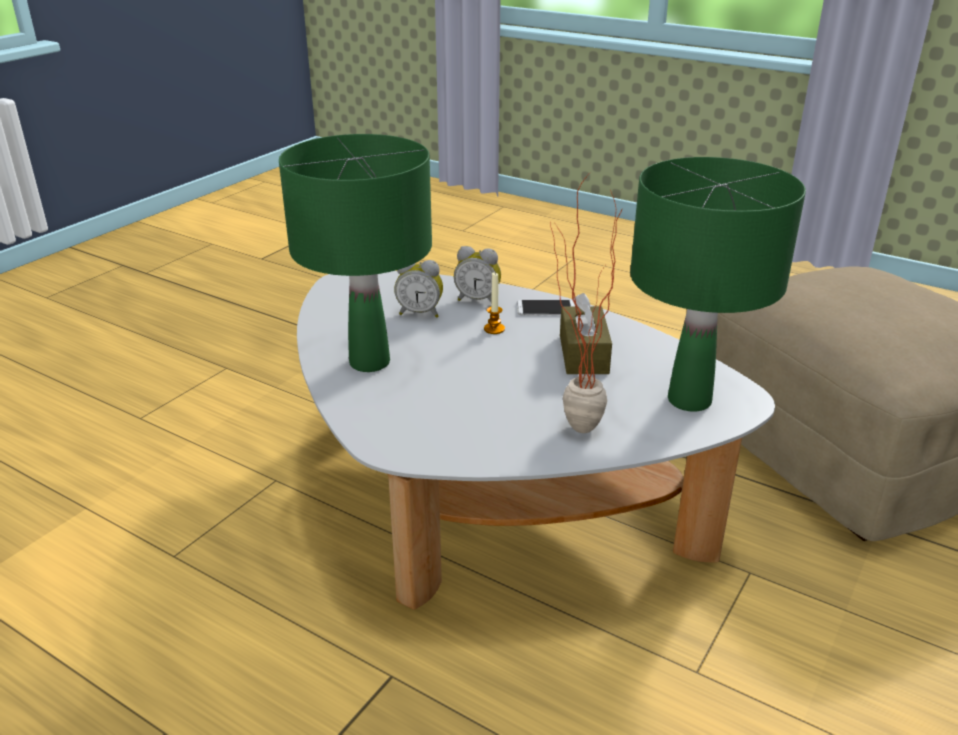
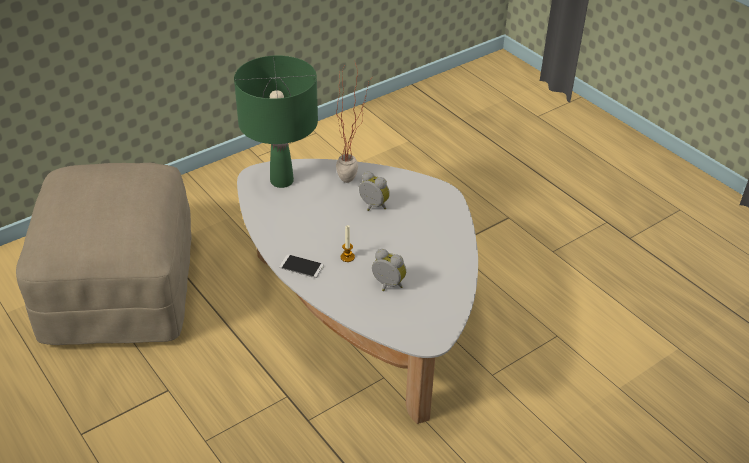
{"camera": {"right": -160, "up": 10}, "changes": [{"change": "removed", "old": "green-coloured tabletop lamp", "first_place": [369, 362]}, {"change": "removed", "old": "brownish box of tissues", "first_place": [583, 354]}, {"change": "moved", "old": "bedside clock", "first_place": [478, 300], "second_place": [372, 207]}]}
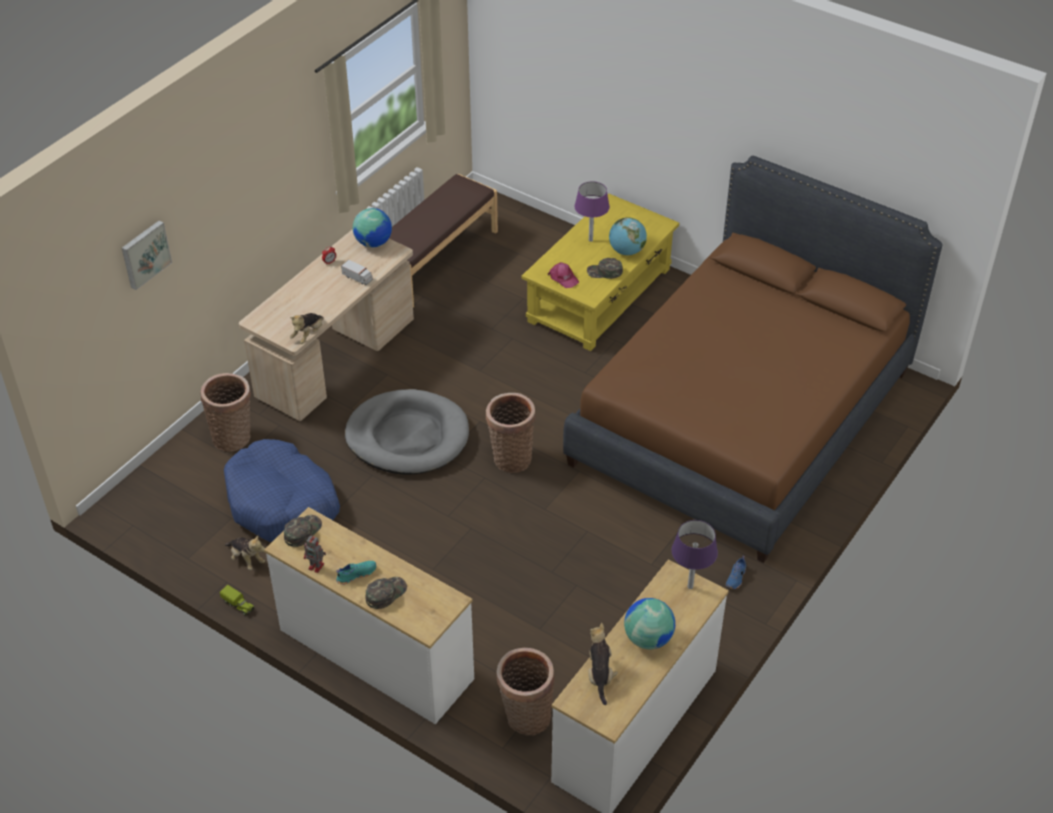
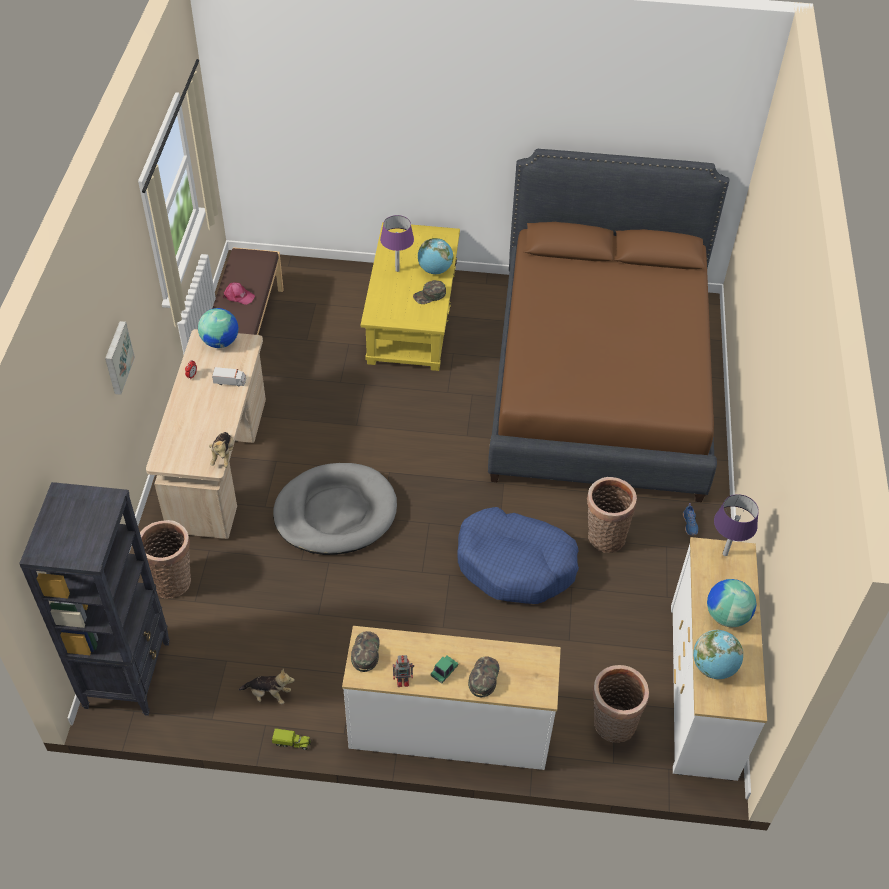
{"camera": {"right": -30, "up": 5}, "changes": [{"change": "added", "new": "black bookshelf", "second_place": [128, 673]}, {"change": "moved", "old": "wall picture", "first_place": [145, 254], "second_place": [117, 357]}, {"change": "moved", "old": "blue dog bed", "first_place": [282, 503], "second_place": [515, 564]}, {"change": "moved", "old": "household basket", "first_place": [510, 457], "second_place": [604, 536]}, {"change": "moved", "old": "pinkish cap", "first_place": [563, 278], "second_place": [238, 296]}, {"change": "replaced", "old": "turquoise item of footwear", "new": "miniature car", "first_place": [356, 574], "second_place": [444, 671]}, {"change": "replaced", "old": "cuddly toy", "new": "desk globe", "first_place": [600, 675], "second_place": [713, 667]}]}
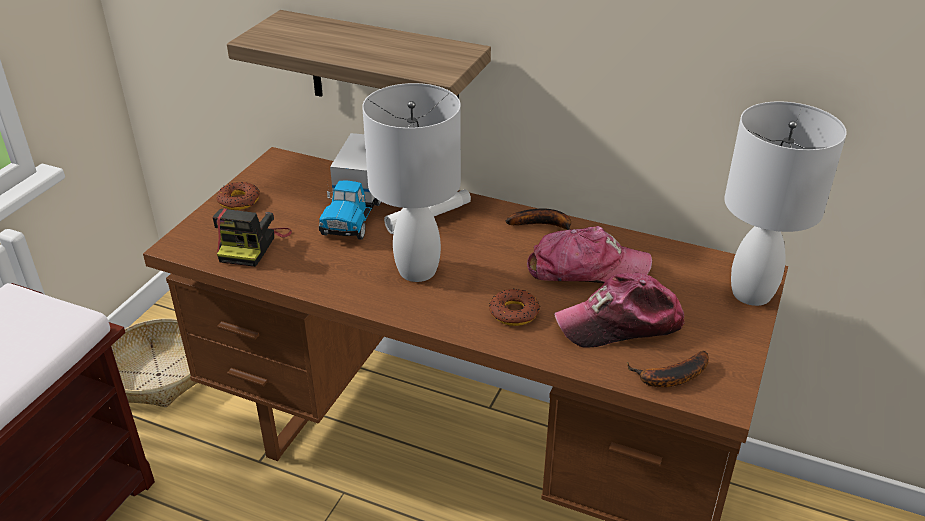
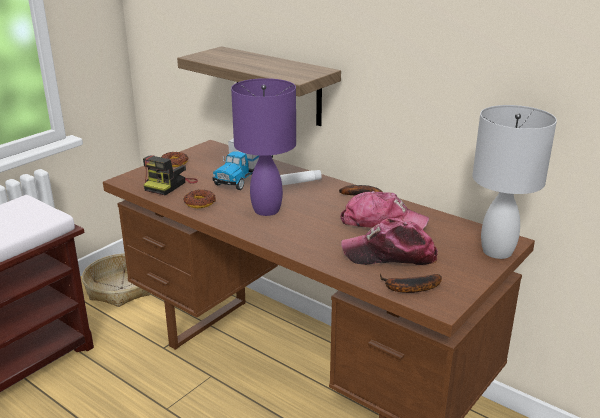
{"camera": {"right": 15, "up": -10}, "changes": [{"change": "moved", "old": "doughnut", "first_place": [514, 312], "second_place": [200, 203]}, {"change": "recoloured", "old": "white tabletop lamp", "new": "purple tabletop lamp", "first_place": [417, 270], "second_place": [266, 209]}]}
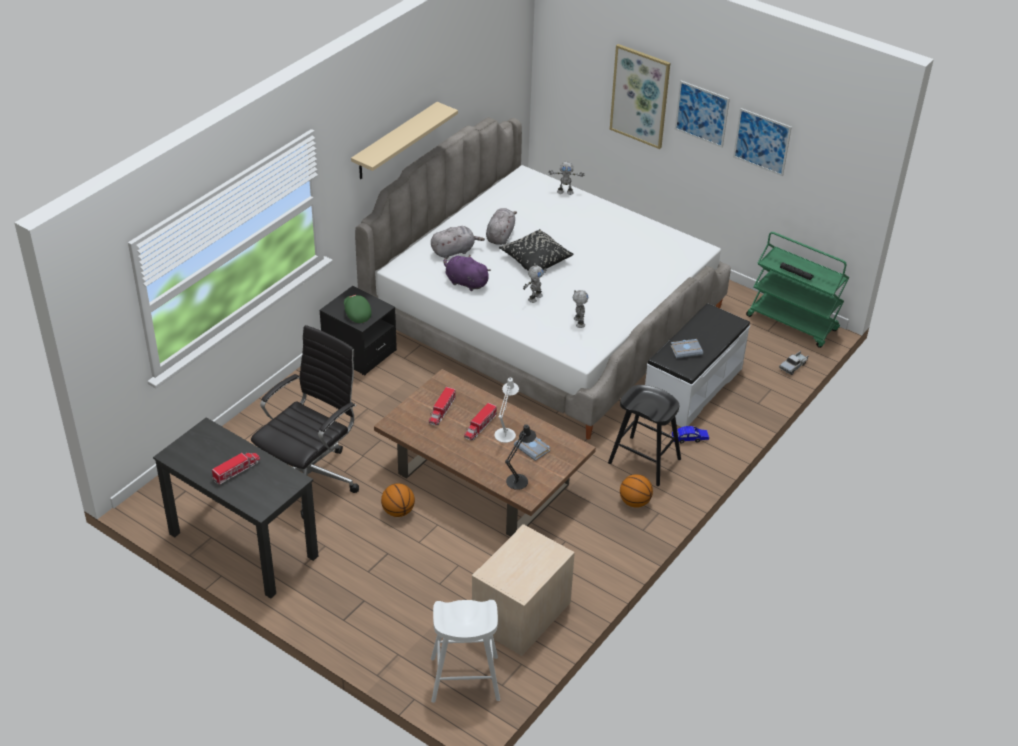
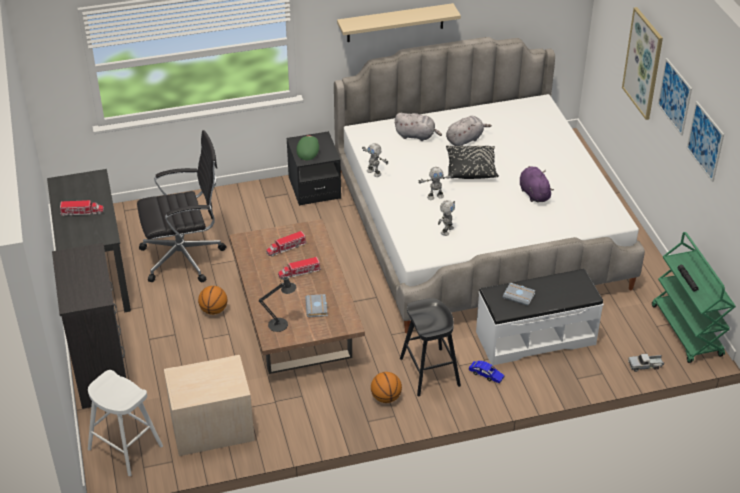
{"camera": {"right": 40, "up": 0}, "changes": [{"change": "removed", "old": "white tabletop lamp", "first_place": [506, 433]}, {"change": "added", "new": "black dresser", "second_place": [102, 371]}, {"change": "moved", "old": "purple cuddly toy", "first_place": [465, 282], "second_place": [533, 193]}, {"change": "moved", "old": "model robot", "first_place": [565, 192], "second_place": [374, 172]}]}
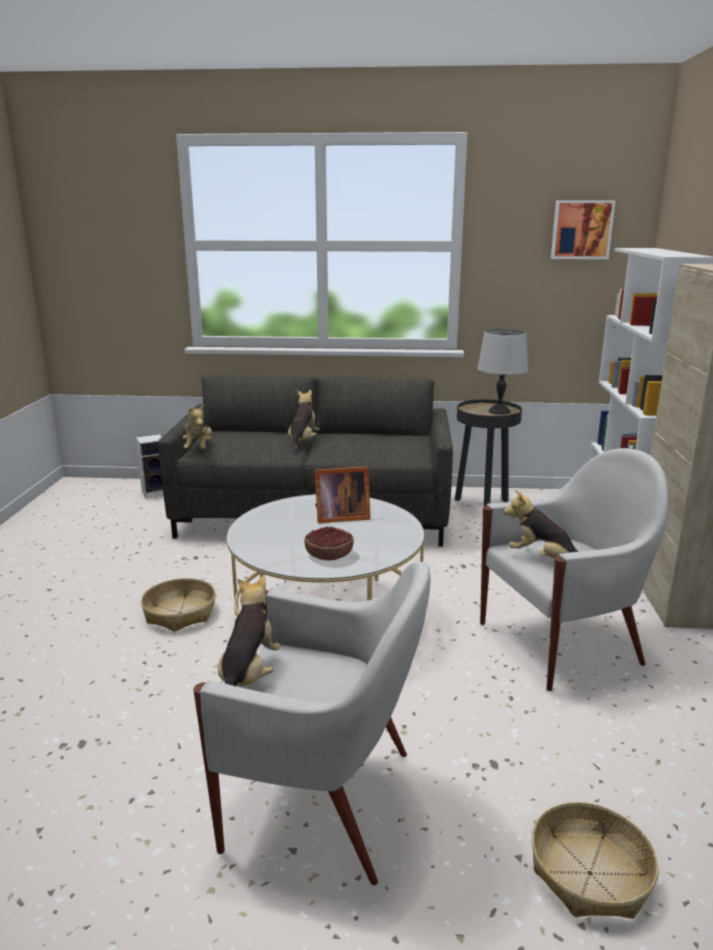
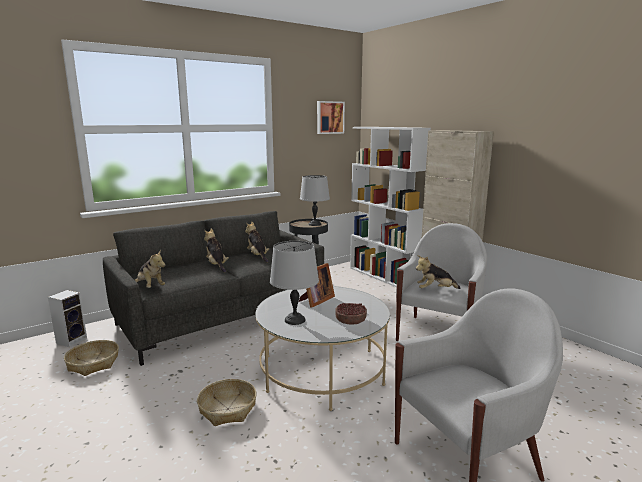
{"camera": {"right": -40, "up": -5}, "changes": [{"change": "added", "new": "greyish tabletop lamp", "second_place": [294, 320]}, {"change": "moved", "old": "cuddly toy", "first_place": [248, 677], "second_place": [257, 256]}, {"change": "moved", "old": "household basket", "first_place": [589, 874], "second_place": [93, 363]}]}
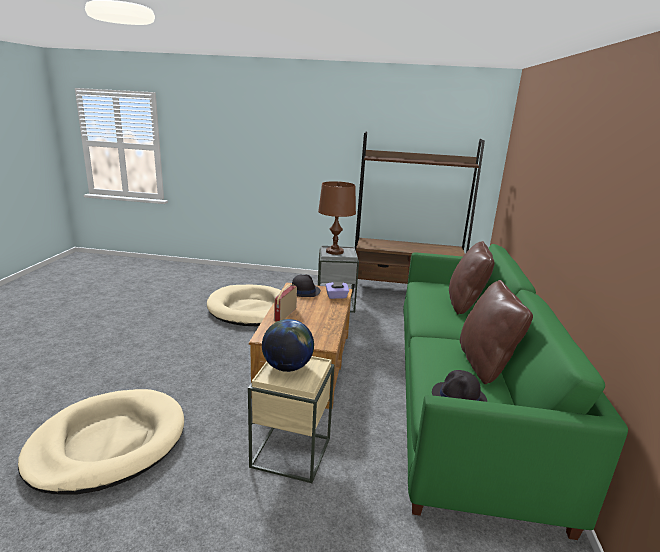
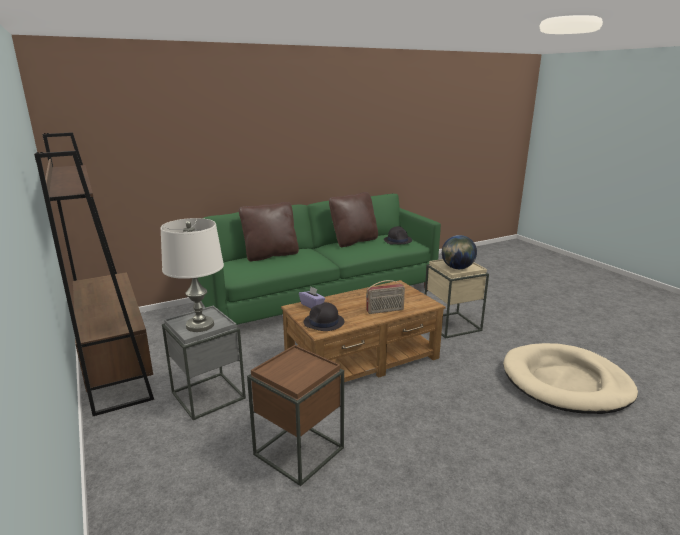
{"camera": {"right": -125, "up": 0}, "changes": [{"change": "replaced", "old": "beige dog bed", "new": "brownish accent table", "first_place": [251, 309], "second_place": [299, 451]}, {"change": "recoloured", "old": "brownish tabletop lamp", "new": "white tabletop lamp", "first_place": [334, 251], "second_place": [200, 325]}]}
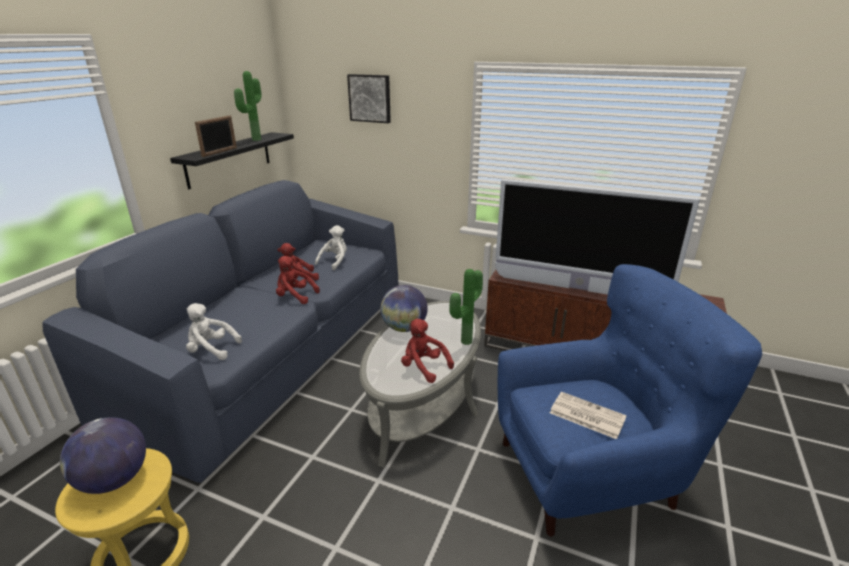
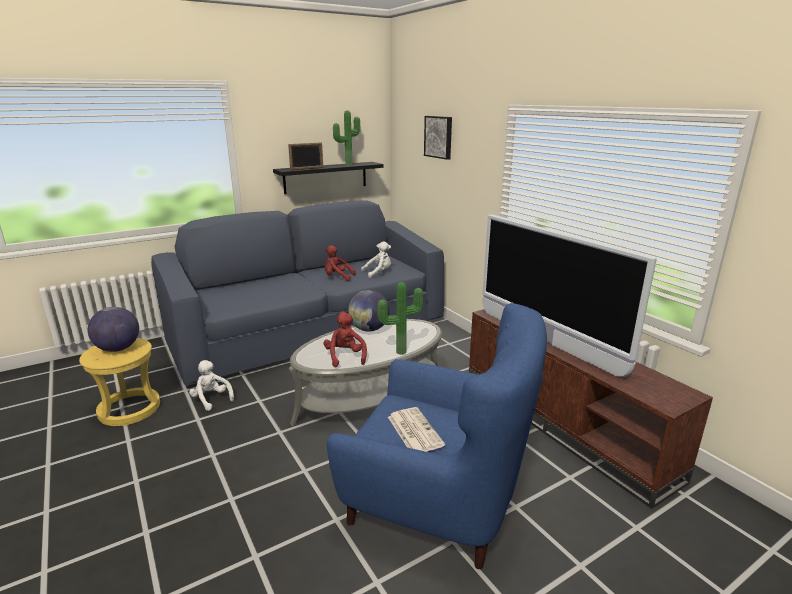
{"camera": {"right": 35, "up": -5}, "changes": [{"change": "removed", "old": "red-coloured cuddly toy", "first_place": [295, 296]}, {"change": "moved", "old": "white cuddly toy", "first_place": [211, 350], "second_place": [211, 399]}]}
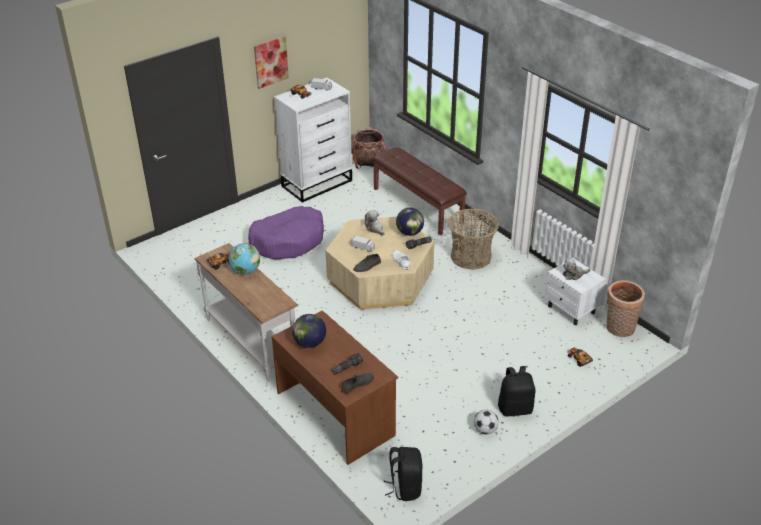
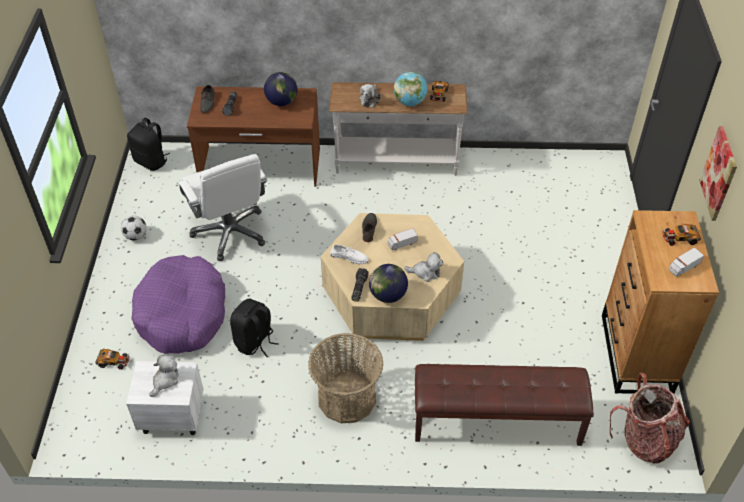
{"camera": {"right": 130, "up": 10}, "changes": [{"change": "removed", "old": "household basket", "first_place": [619, 329]}, {"change": "added", "new": "white computer chair", "second_place": [230, 232]}, {"change": "added", "new": "cuddly toy", "second_place": [370, 99]}, {"change": "moved", "old": "purple dog bed", "first_place": [288, 241], "second_place": [182, 314]}, {"change": "moved", "old": "black knapsack", "first_place": [515, 408], "second_place": [255, 342]}, {"change": "recoloured", "old": "white dresser", "new": "brownish dresser", "first_place": [317, 183], "second_place": [636, 354]}]}
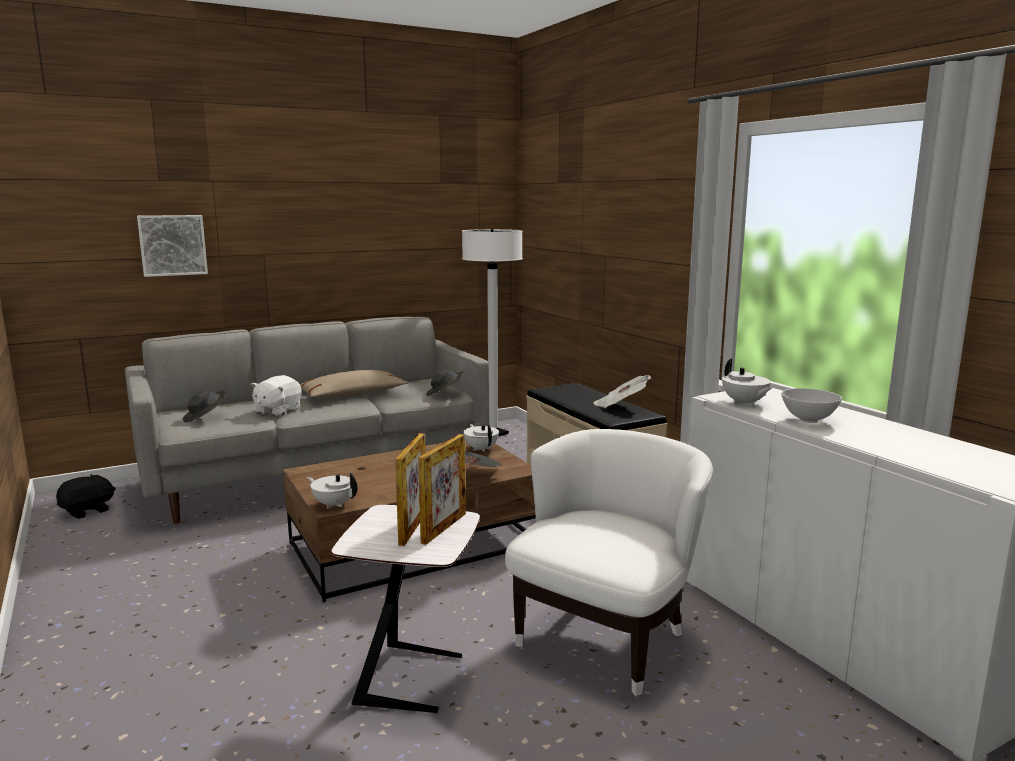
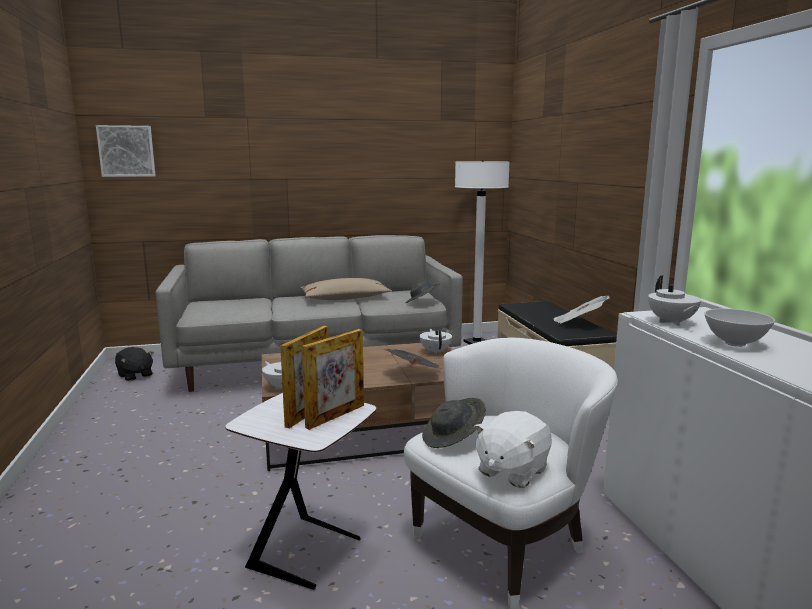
{"camera": {"right": 15, "up": 0}, "changes": [{"change": "moved", "old": "wall picture", "first_place": [172, 245], "second_place": [127, 151]}, {"change": "moved", "old": "greyish wearable hat", "first_place": [206, 418], "second_place": [453, 438]}, {"change": "moved", "old": "white cuddly toy", "first_place": [277, 411], "second_place": [511, 471]}, {"change": "turned", "old": "black cuddly toy", "first_place": [87, 511], "second_place": [135, 375], "degrees": 75}]}
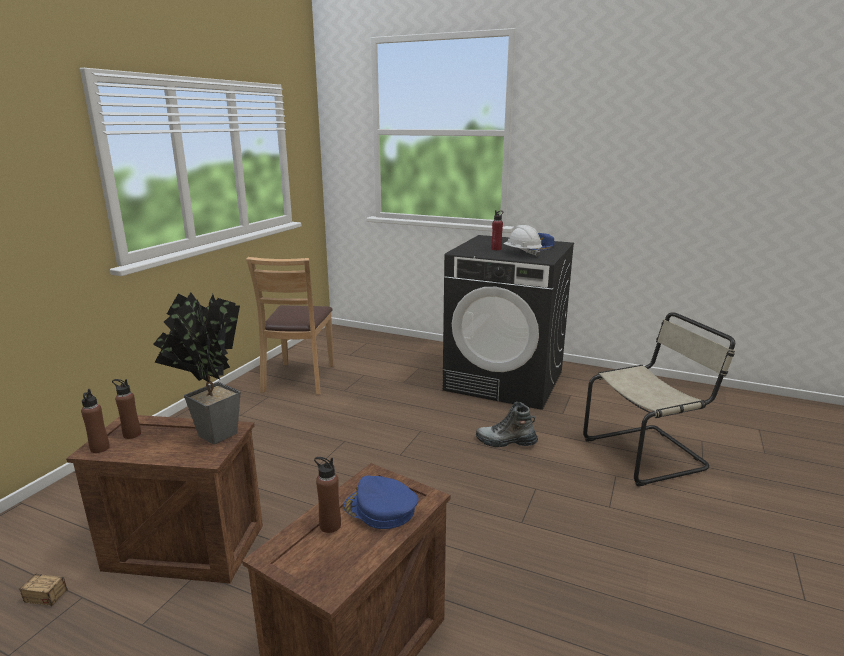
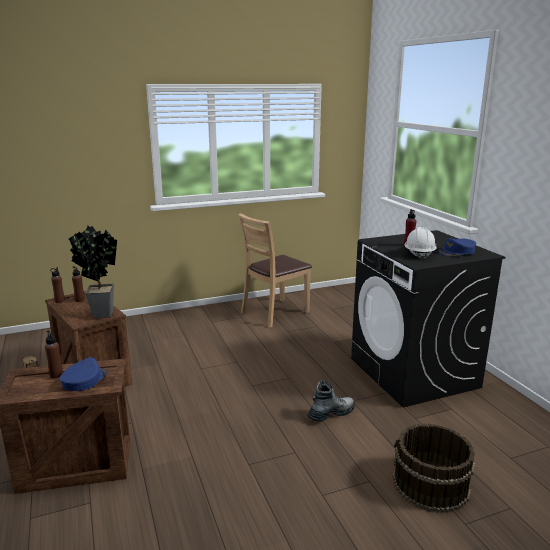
{"camera": {"right": 45, "up": 0}, "changes": [{"change": "replaced", "old": "beige upright chair", "new": "brownish pail", "first_place": [648, 454], "second_place": [430, 485]}, {"change": "turned", "old": "blue cap", "first_place": [380, 509], "second_place": [84, 380], "degrees": 45}, {"change": "turned", "old": "tall boot", "first_place": [506, 442], "second_place": [331, 414], "degrees": 90}]}
